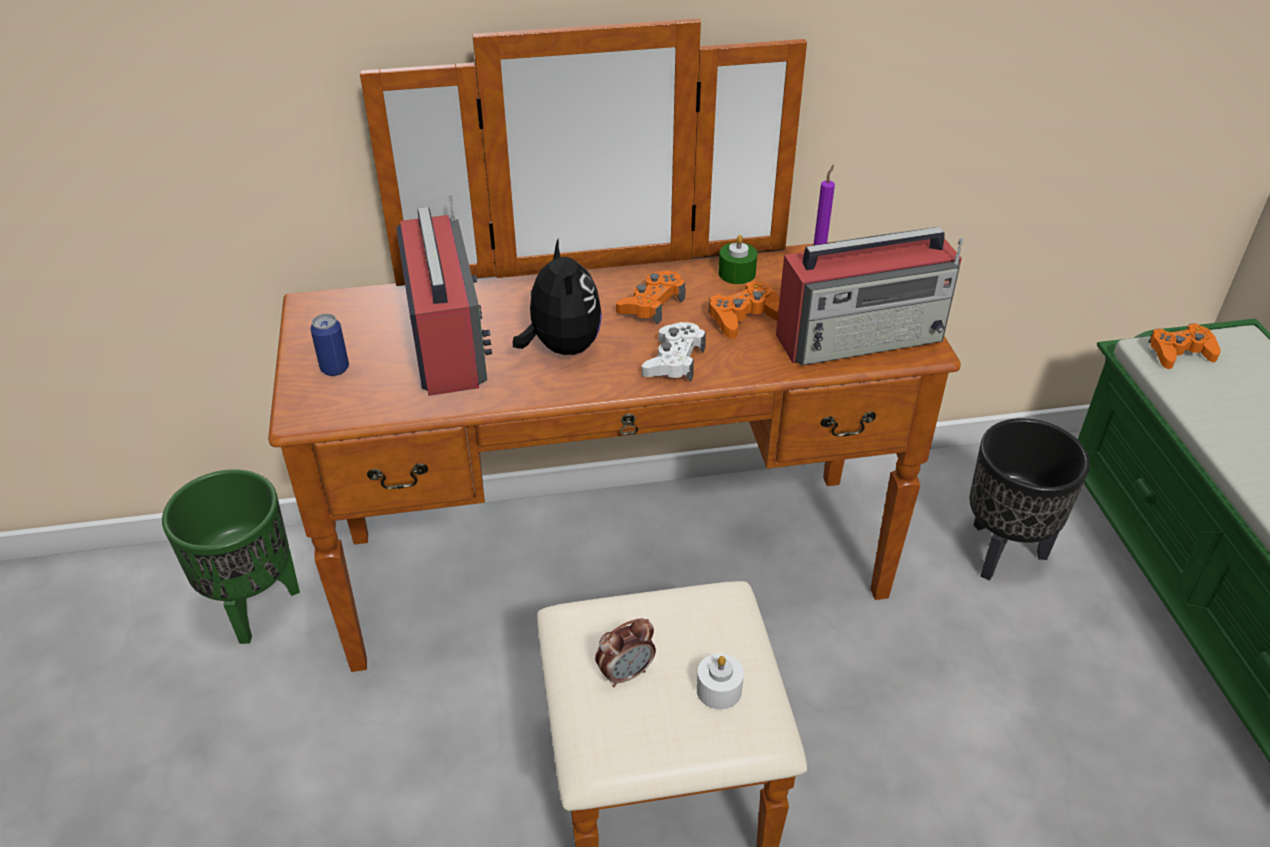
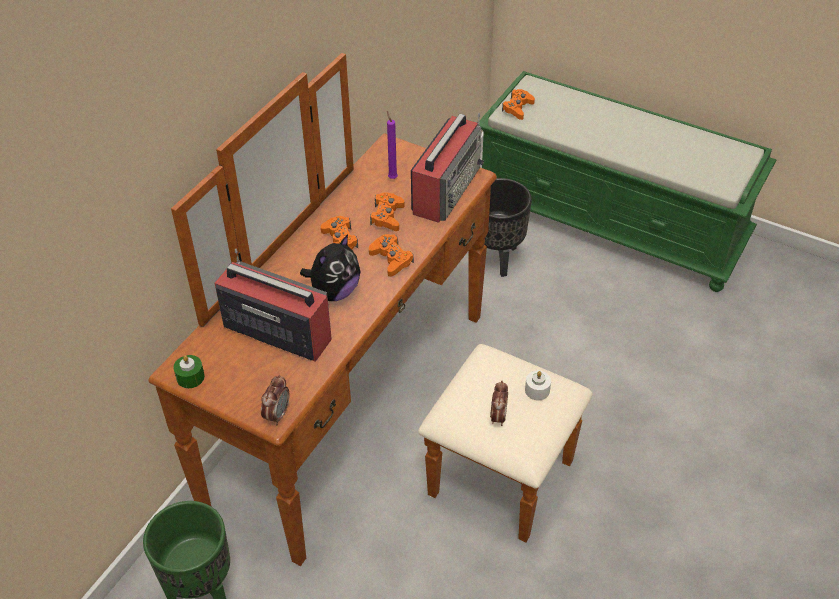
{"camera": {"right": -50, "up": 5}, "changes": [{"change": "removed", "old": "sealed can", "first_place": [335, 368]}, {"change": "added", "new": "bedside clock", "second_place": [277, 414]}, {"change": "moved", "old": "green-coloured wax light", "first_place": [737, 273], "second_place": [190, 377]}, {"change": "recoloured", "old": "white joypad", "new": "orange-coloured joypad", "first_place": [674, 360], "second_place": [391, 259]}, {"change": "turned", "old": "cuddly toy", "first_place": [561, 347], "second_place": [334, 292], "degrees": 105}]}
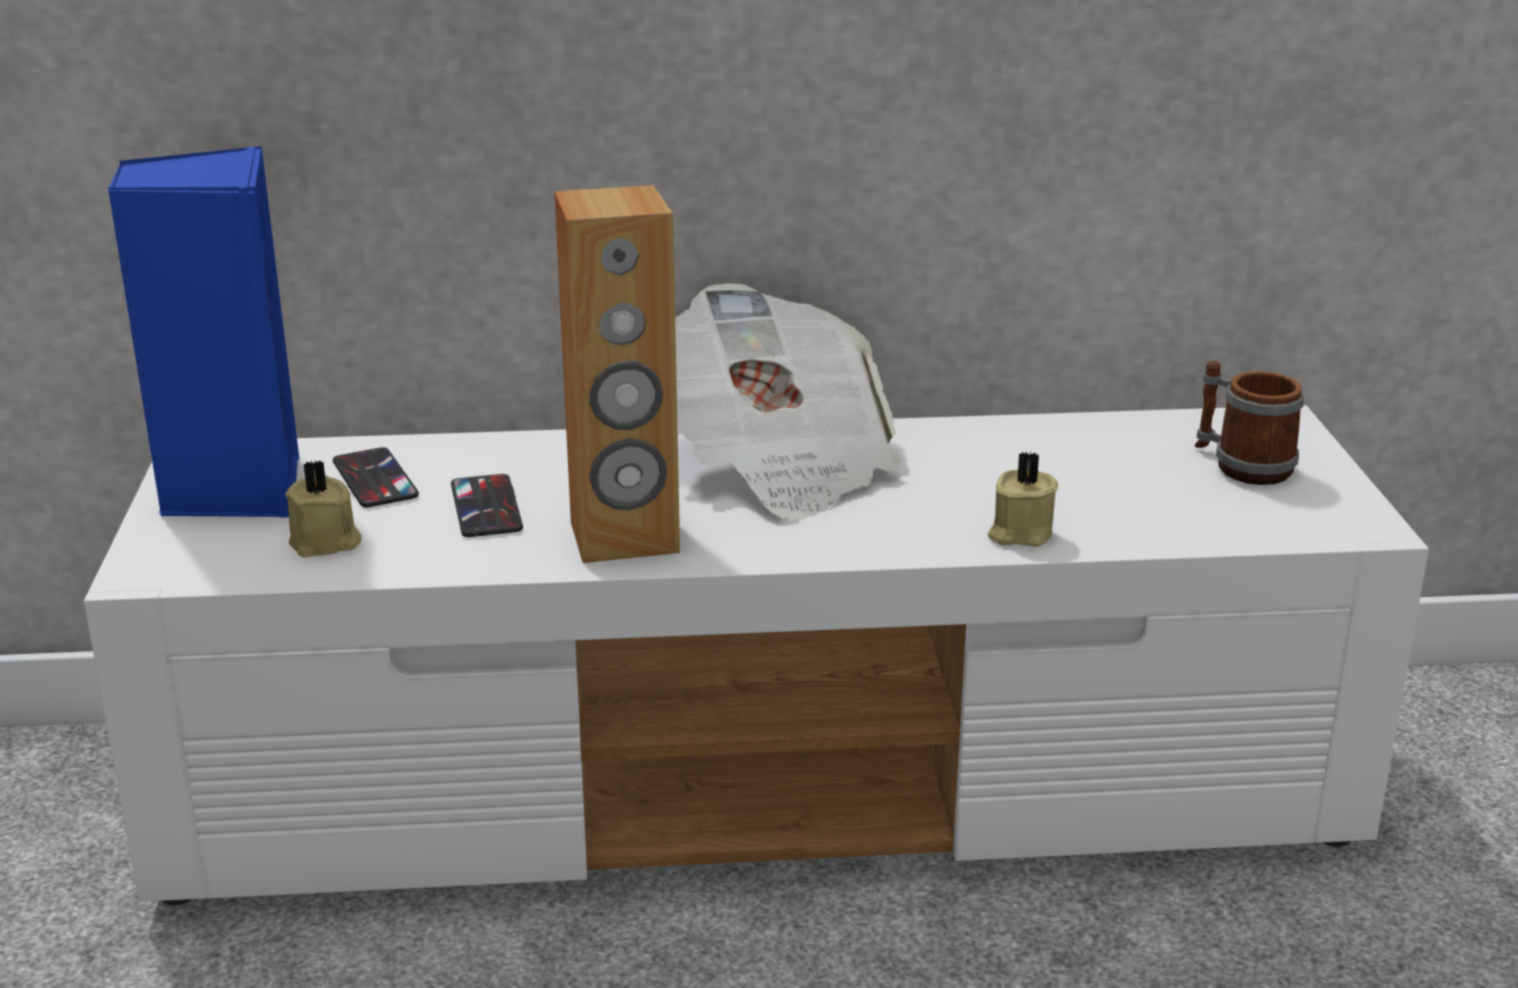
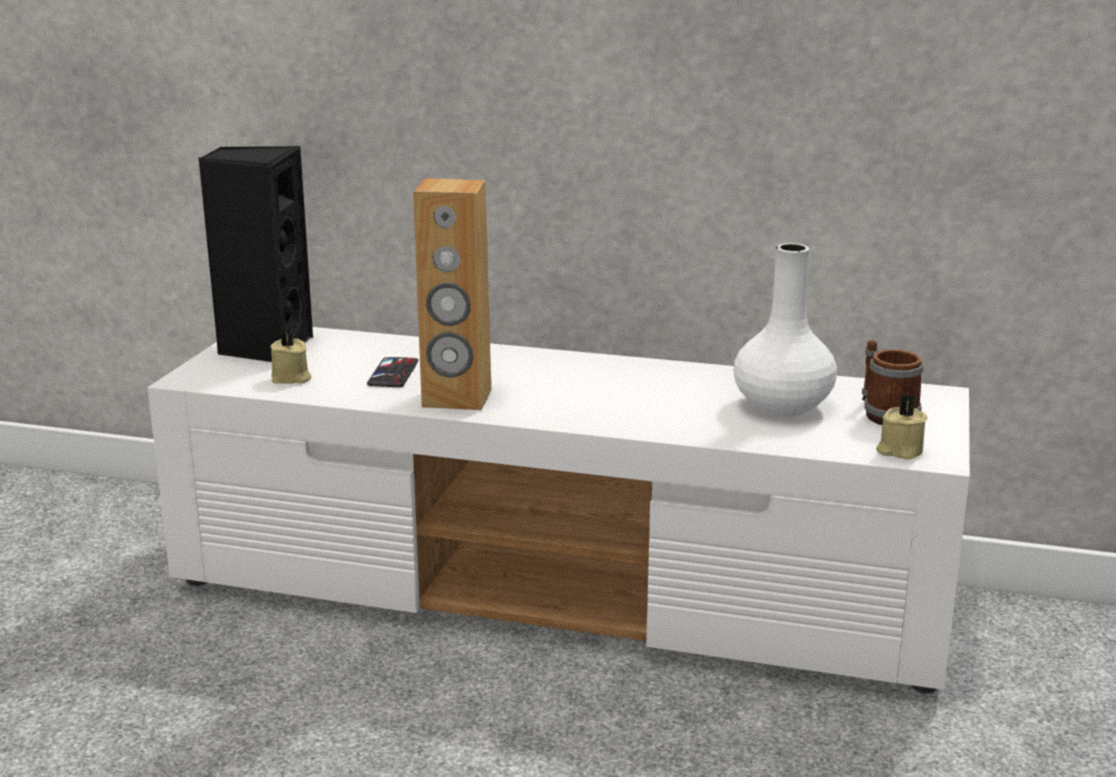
{"camera": {"right": 20, "up": -5}, "changes": [{"change": "removed", "old": "phone", "first_place": [374, 479]}, {"change": "removed", "old": "printed paper", "first_place": [775, 462]}, {"change": "added", "new": "white decorative vase", "second_place": [782, 406]}, {"change": "moved", "old": "beige wax light", "first_place": [1019, 533], "second_place": [899, 451]}, {"change": "recoloured", "old": "blue audio speaker", "new": "black audio speaker", "first_place": [233, 491], "second_place": [265, 348]}]}
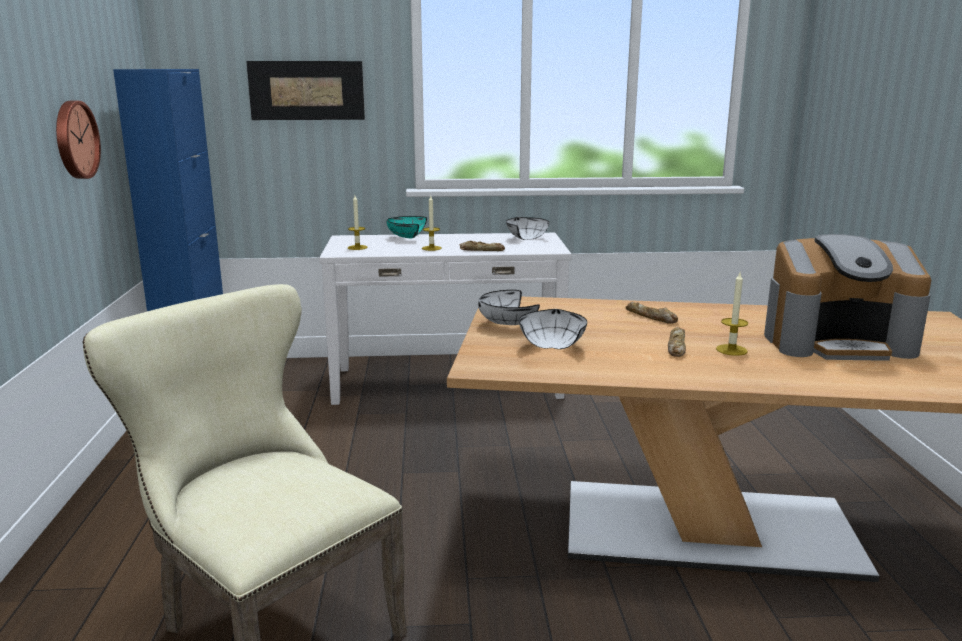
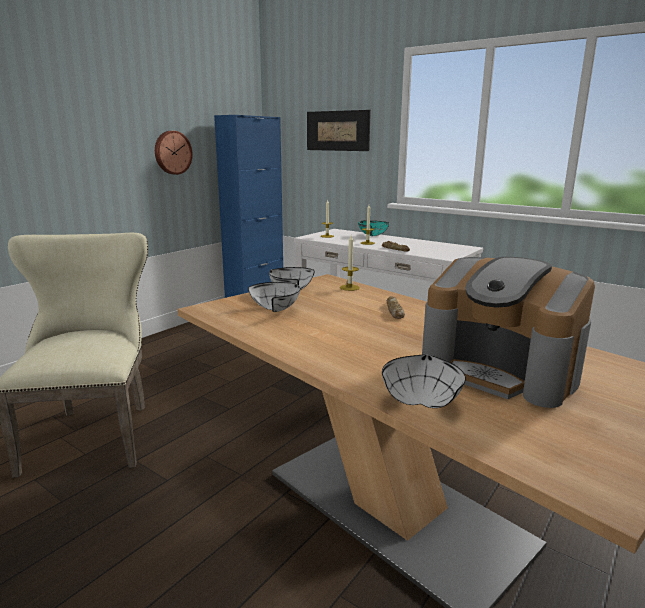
{"camera": {"right": 40, "up": 0}, "changes": [{"change": "removed", "old": "baked bread", "first_place": [676, 346]}, {"change": "moved", "old": "white deep dish", "first_place": [524, 238], "second_place": [420, 399]}, {"change": "moved", "old": "wax light", "first_place": [731, 350], "second_place": [349, 287]}]}
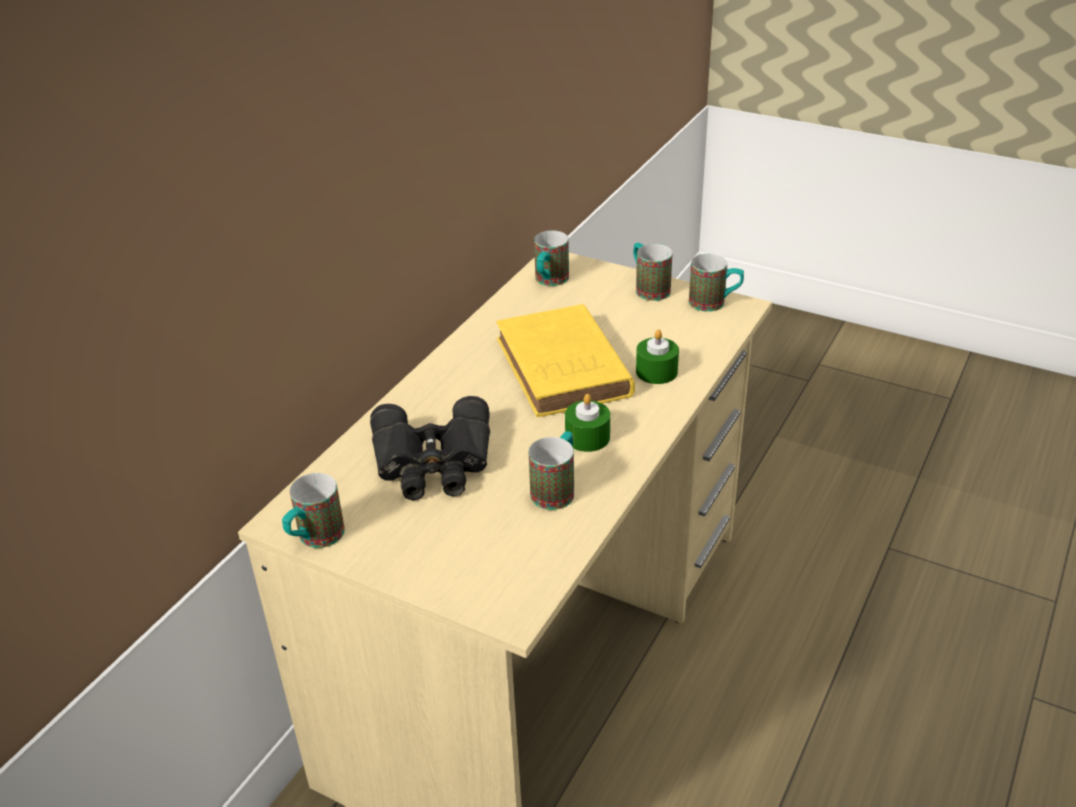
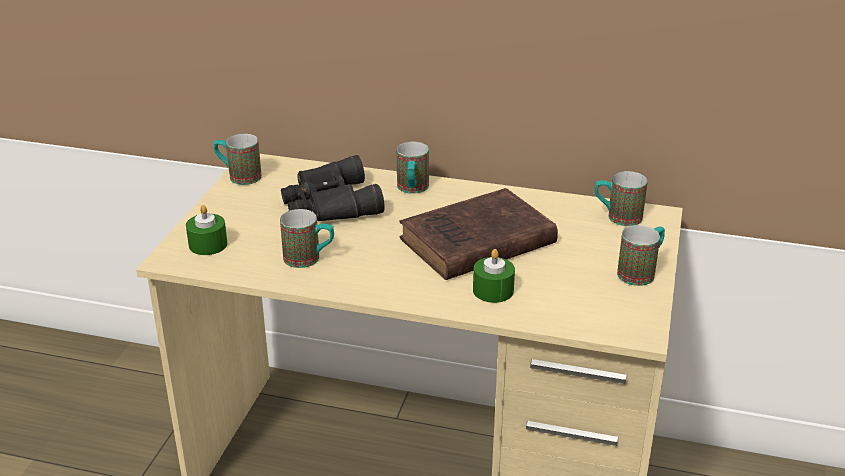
{"camera": {"right": 75, "up": -5}, "changes": [{"change": "moved", "old": "green-coloured wax light", "first_place": [587, 437], "second_place": [208, 244]}, {"change": "moved", "old": "tea mug", "first_place": [714, 303], "second_place": [412, 190]}, {"change": "recoloured", "old": "yellowish bound book", "new": "brownish bound book", "first_place": [564, 370], "second_place": [474, 243]}]}
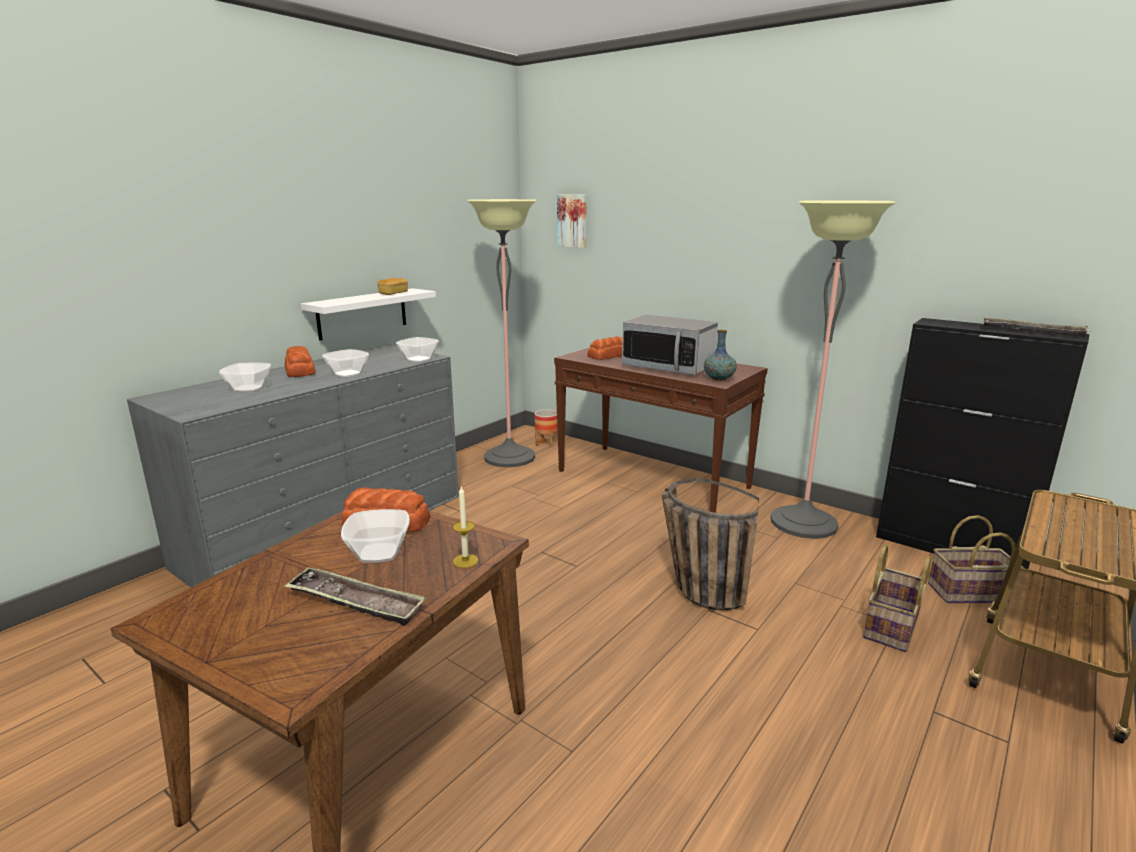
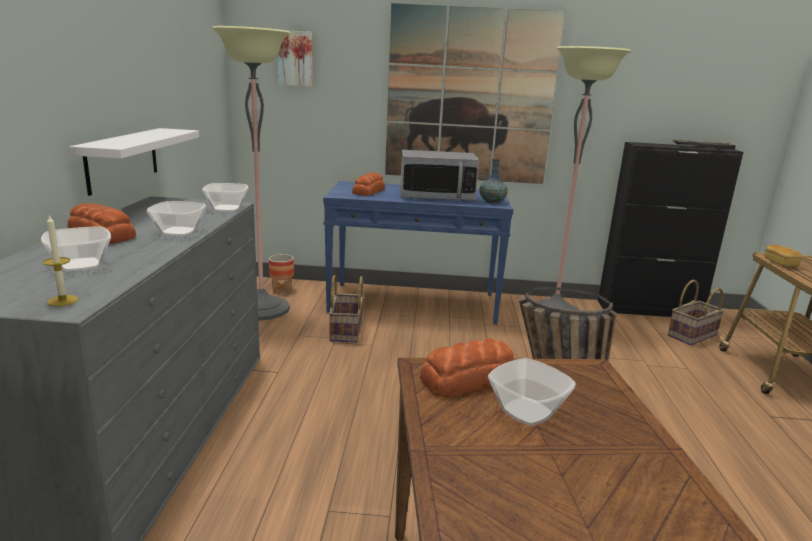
{"camera": {"right": -35, "up": 0}, "changes": [{"change": "removed", "old": "tray", "first_place": [355, 602]}, {"change": "added", "new": "wall picture", "second_place": [470, 97]}, {"change": "moved", "old": "baked bread", "first_place": [393, 293], "second_place": [780, 263]}, {"change": "moved", "old": "wax light", "first_place": [465, 561], "second_place": [63, 300]}, {"change": "moved", "old": "household basket", "first_place": [892, 627], "second_place": [347, 331]}, {"change": "recoloured", "old": "brownish console table", "new": "blue console table", "first_place": [653, 479], "second_place": [414, 303]}]}
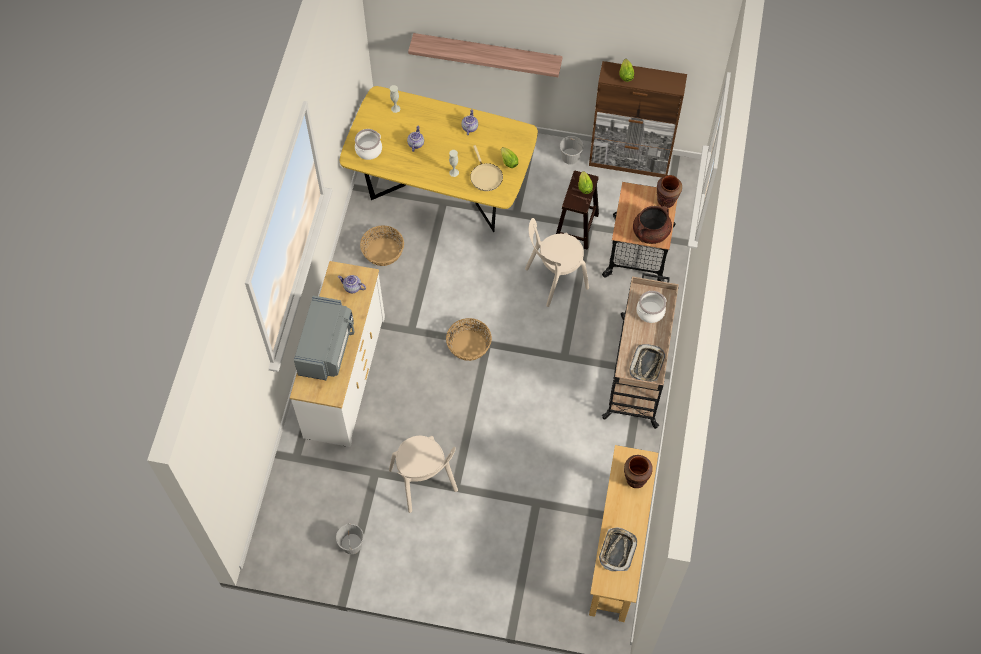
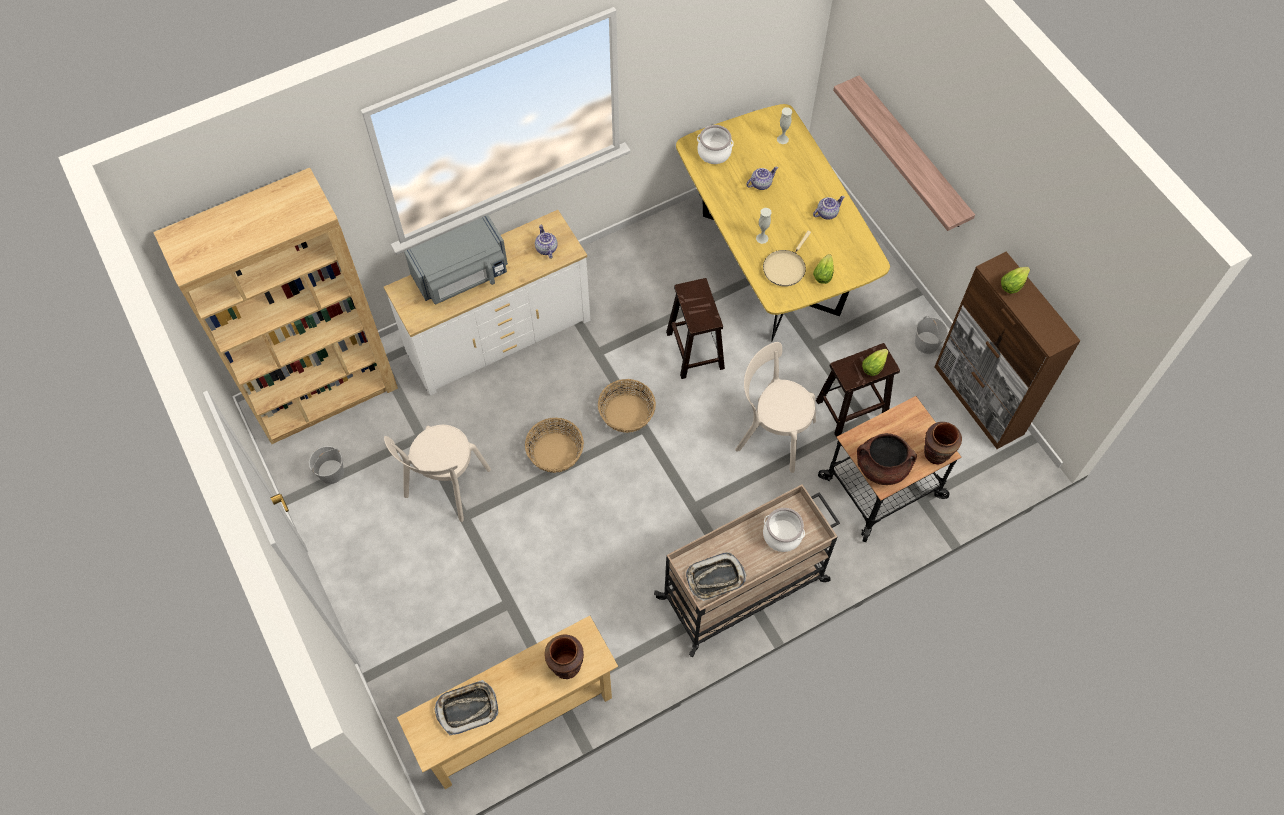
{"camera": {"right": 50, "up": 0}, "changes": [{"change": "added", "new": "brownish bookshelf", "second_place": [325, 393]}, {"change": "added", "new": "brownish stool seat", "second_place": [694, 349]}, {"change": "moved", "old": "household basket", "first_place": [383, 251], "second_place": [556, 452]}]}
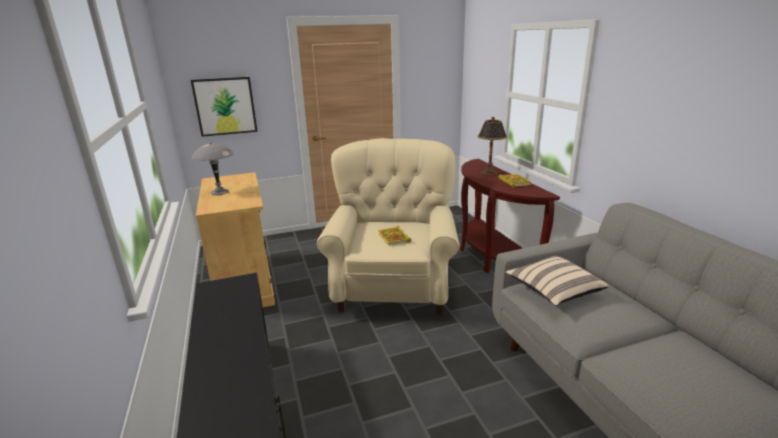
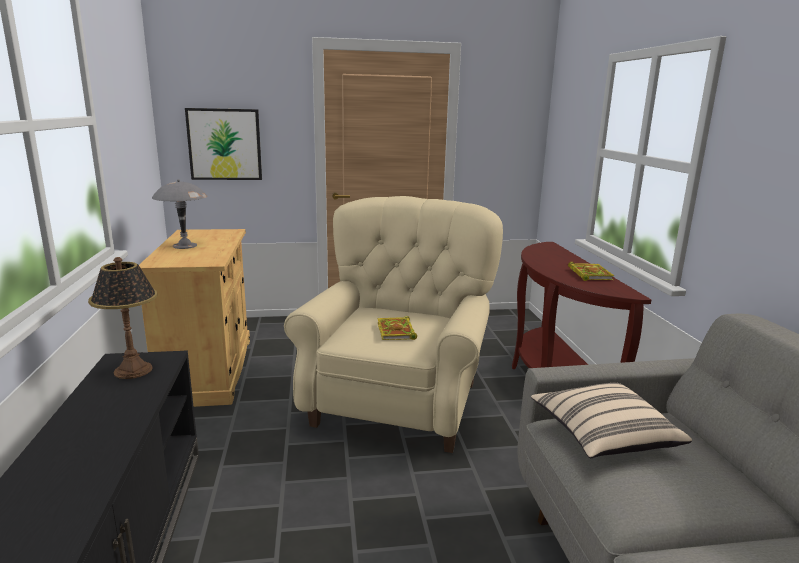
{"camera": {"right": 10, "up": -5}, "changes": [{"change": "moved", "old": "tabletop lamp", "first_place": [489, 173], "second_place": [134, 370]}]}
